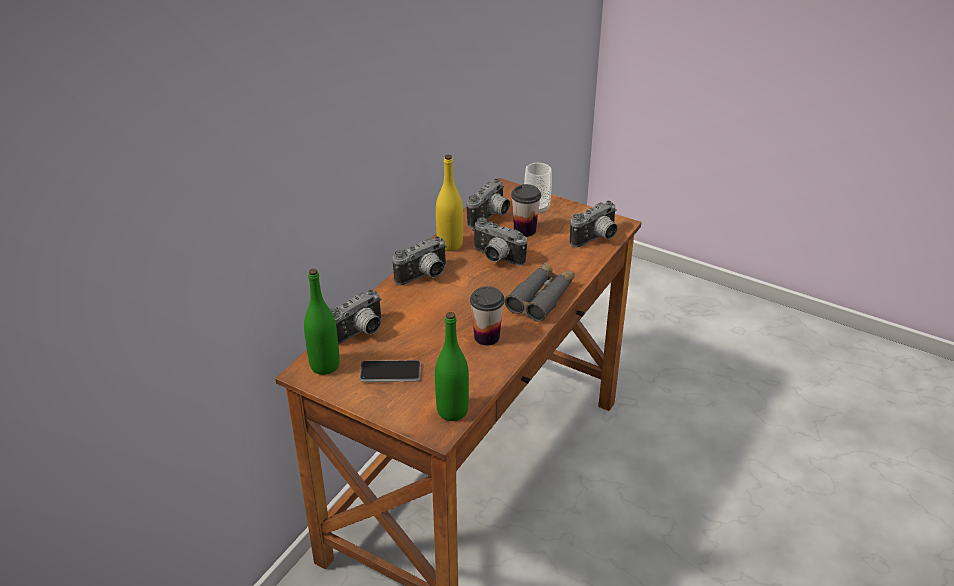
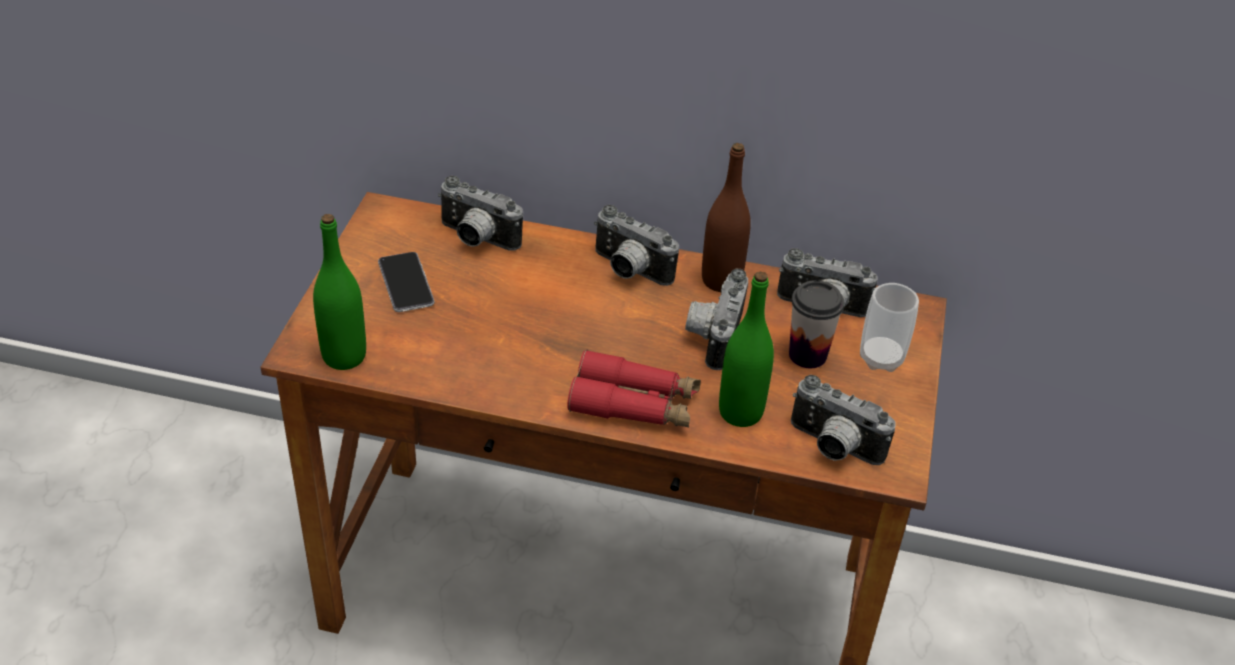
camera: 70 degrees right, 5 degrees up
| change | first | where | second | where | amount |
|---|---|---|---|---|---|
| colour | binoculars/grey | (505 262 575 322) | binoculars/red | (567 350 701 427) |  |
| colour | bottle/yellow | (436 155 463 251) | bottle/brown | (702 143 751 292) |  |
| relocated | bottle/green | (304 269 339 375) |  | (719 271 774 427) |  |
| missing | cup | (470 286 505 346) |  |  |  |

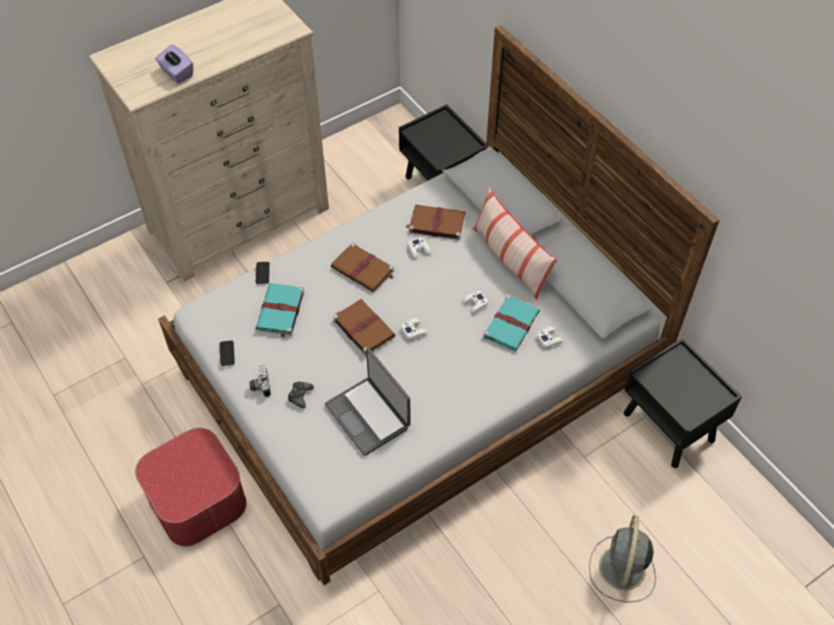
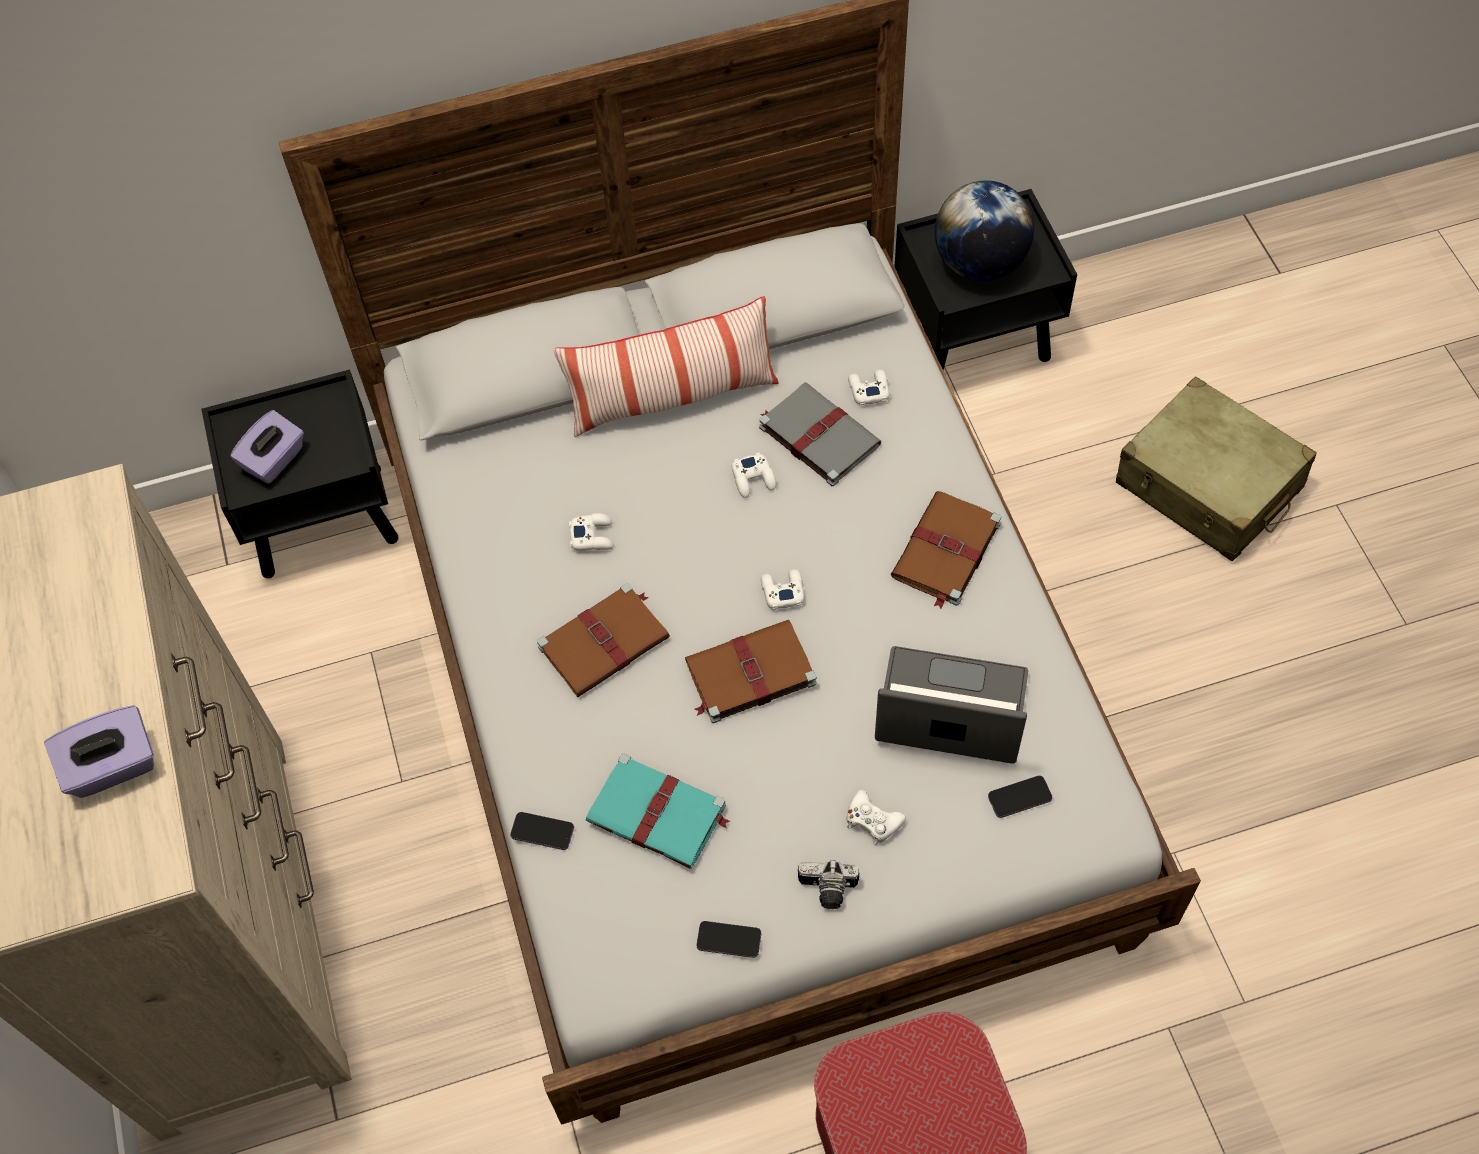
camera: 70 degrees left, 5 degrees up
| change | first | where | second | where | amount |
|---|---|---|---|---|---|
| appeared |  |  | tissue box/purple | (230 410 304 484) |  |
| colour | book/turquoise | (483 295 540 351) | book/grey | (759 382 882 486) |  |
| colour | game controller/black | (288 381 314 408) | game controller/white | (847 790 906 845) |  |
| spun | laptop | (325 348 411 456) |  | (875 646 1028 764) | 150 degrees counterclockwise |
| relocated | book/brown | (405 204 465 240) |  | (891 491 1001 609) |  |
| appeared |  |  | globe | (935 180 1034 281) |  |
| appeared |  |  | phone | (988 775 1052 818) |  |
| exchanged | fan/grey | (589 515 656 602) | suitcase/beige | (1116 376 1317 562) |  |

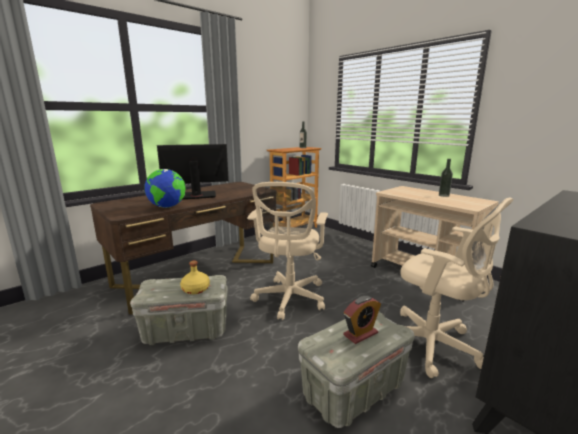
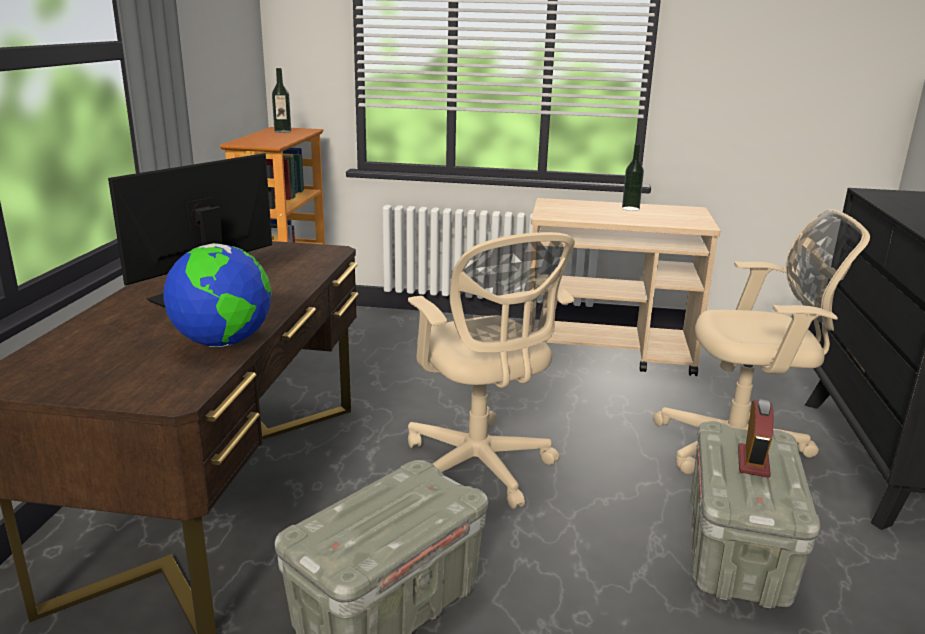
camera: 40 degrees left, 5 degrees up
| change | first | where | second | where | amount |
|---|---|---|---|---|---|
| missing | bottle/yellow | (180 260 210 294) |  |  |  |

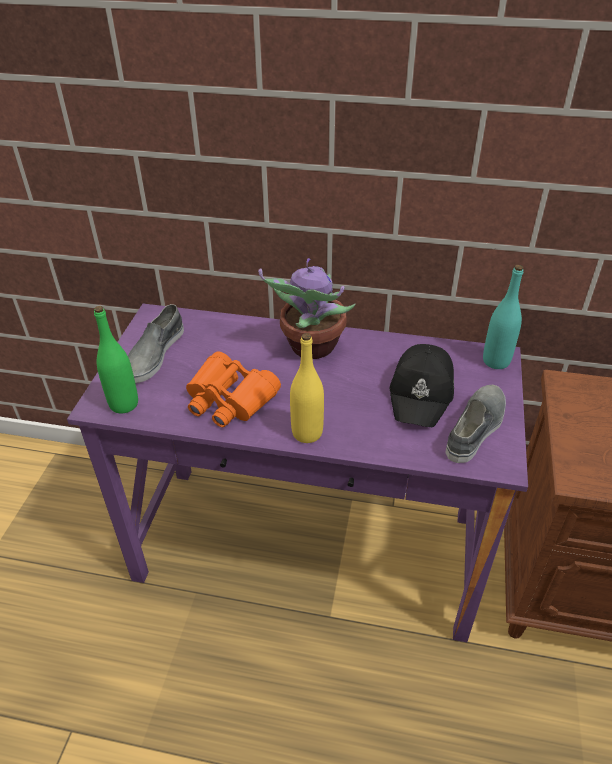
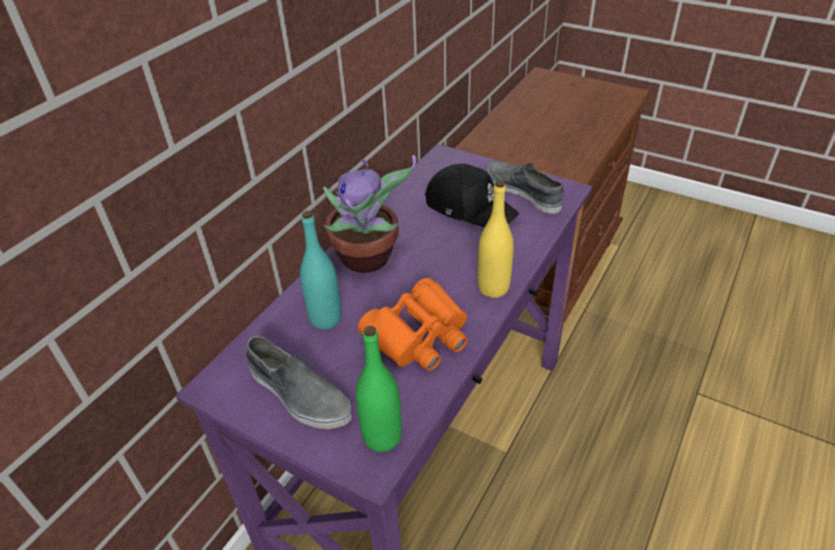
camera: 70 degrees left, 0 degrees up
| change | first | where | second | where | amount |
|---|---|---|---|---|---|
| relocated | bottle/turquoise | (483 265 523 369) |  | (300 211 342 330) |  |

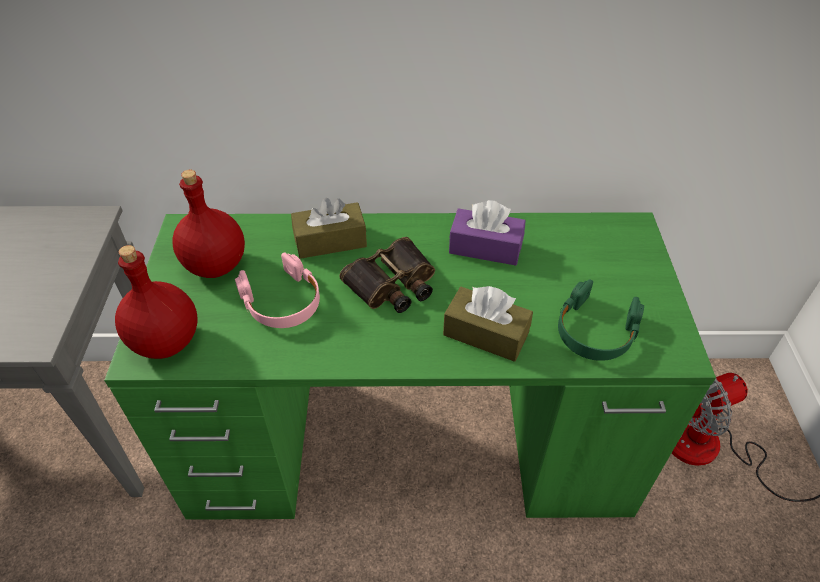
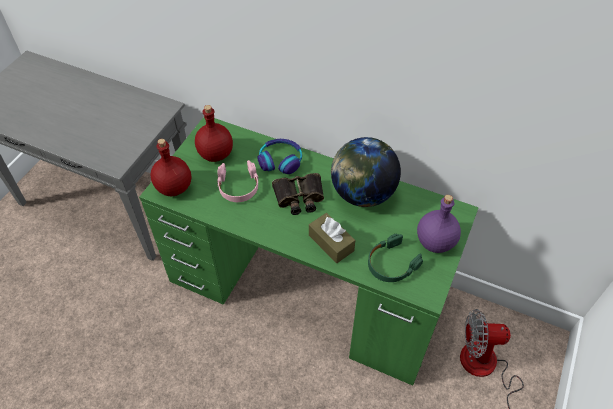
camera: 25 degrees right, 5 degrees up
| change | first | where | second | where | amount |
|---|---|---|---|---|---|
| exchanged | tissue box/brown | (291 198 367 259) | headphones | (257 139 302 174) |  |
| exchanged | tissue box/purple | (449 200 526 265) | globe | (331 137 401 207) |  |
| appeared |  |  | bottle/purple | (417 195 461 253) |  |

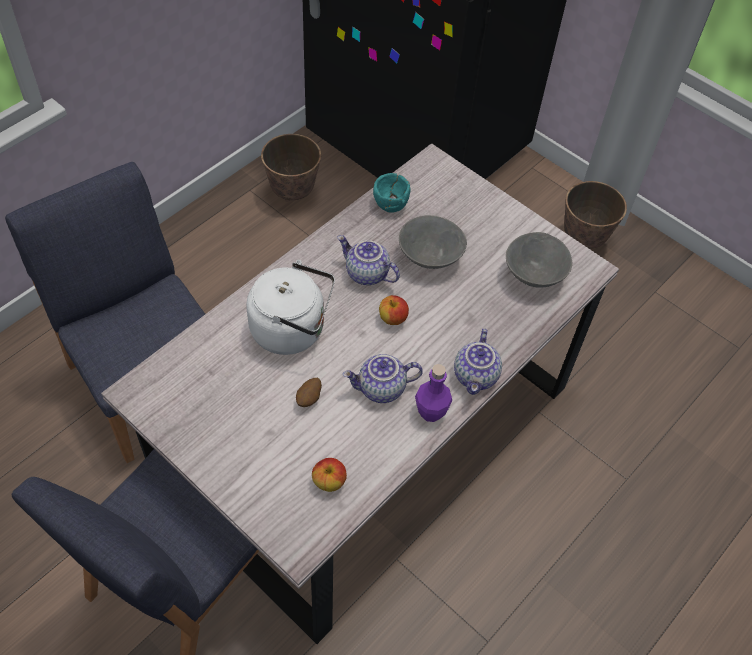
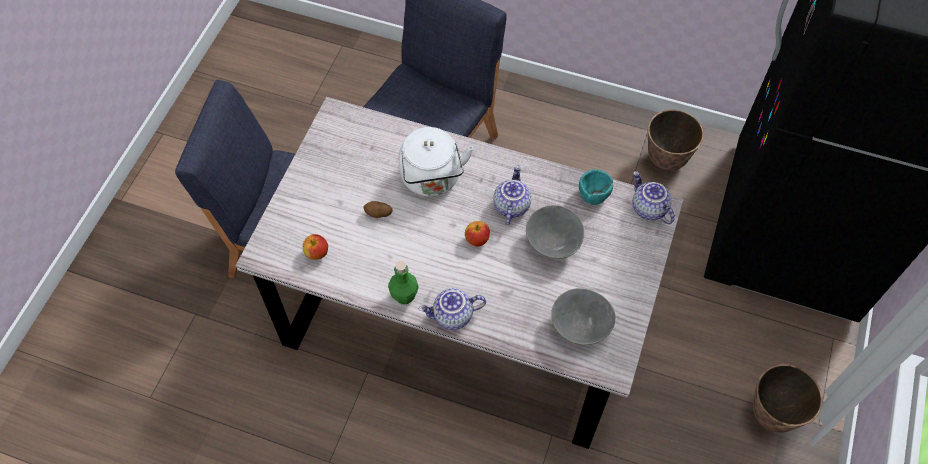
camera: 70 degrees right, 5 degrees up
| change | first | where | second | where | amount |
|---|---|---|---|---|---|
| colour | bottle/purple | (415 364 452 422) | bottle/green | (388 261 419 304) |  |
| relocated | teapot | (343 354 423 403) |  | (633 171 675 224) |  |

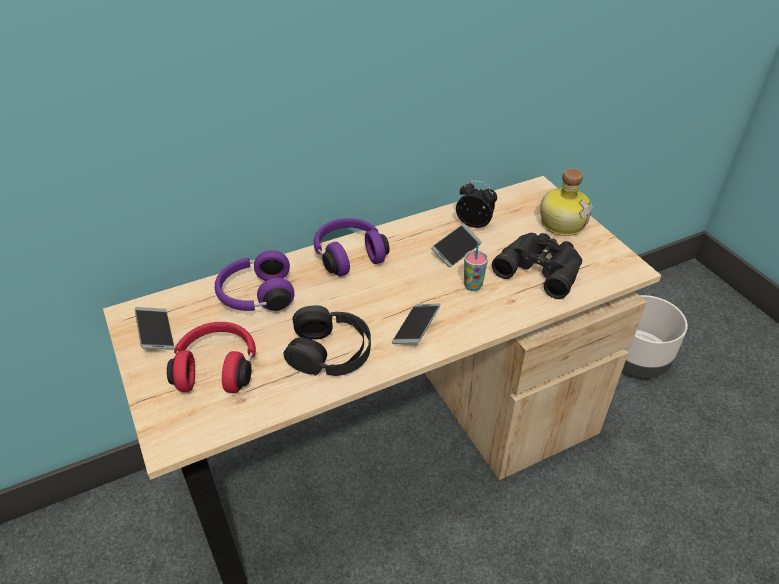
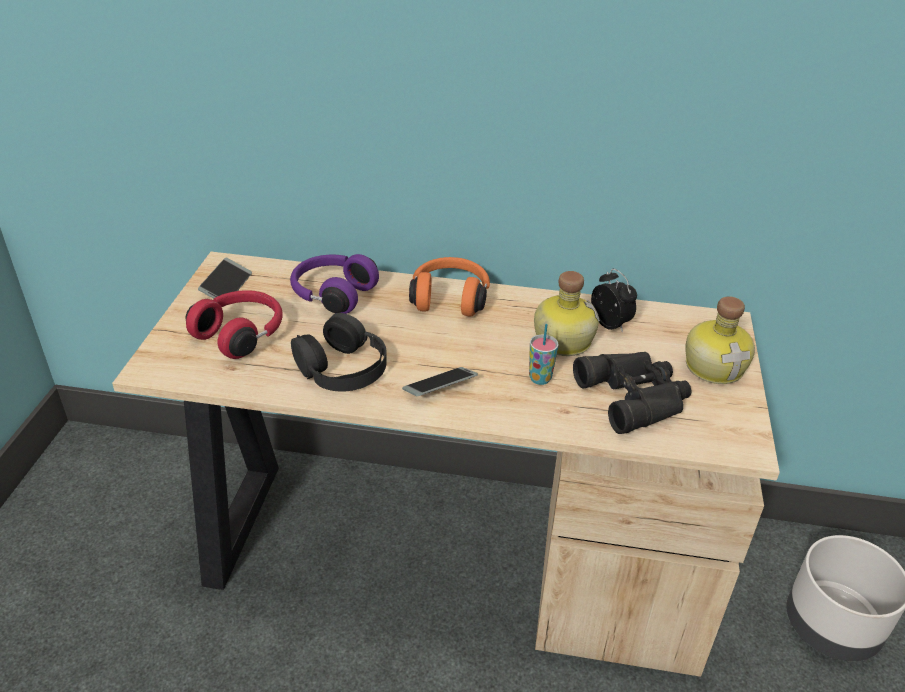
camera: 35 degrees right, 5 degrees down
| change | first | where | second | where | amount |
|---|---|---|---|---|---|
| colour | headphones/purple | (314 218 390 276) | headphones/orange | (409 257 490 316) |  |
| exchanged | phone | (431 224 482 267) | bottle | (534 271 600 356) |  |

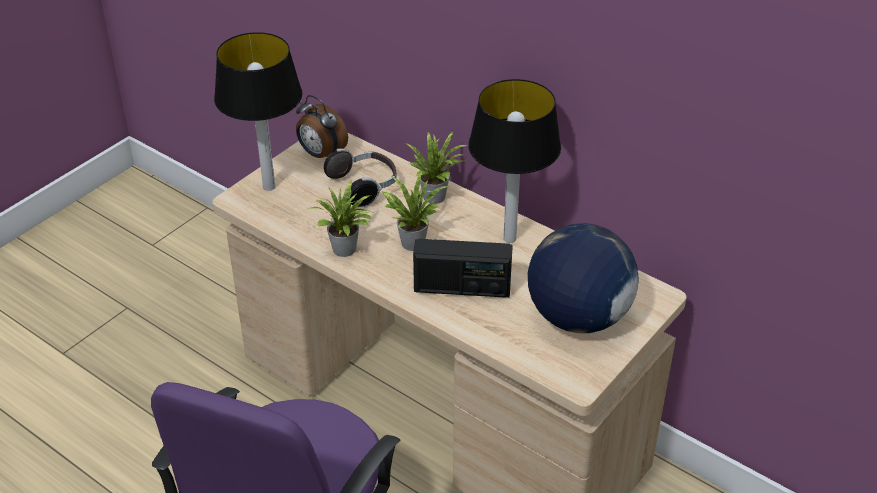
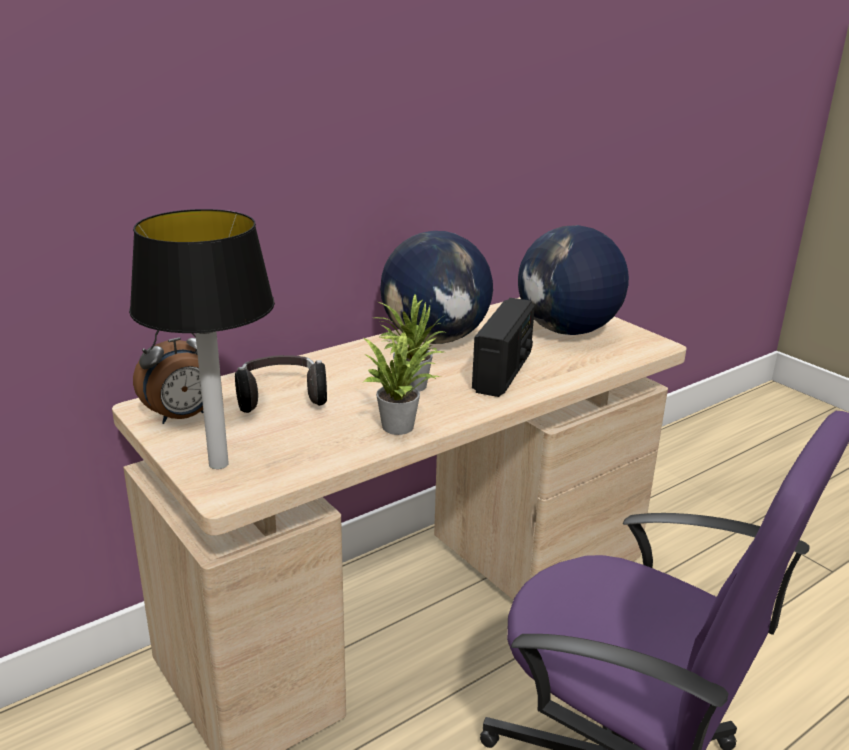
camera: 75 degrees left, 15 degrees down
| change | first | where | second | where | amount |
|---|---|---|---|---|---|
| exchanged | table lamp | (468 79 561 243) | globe | (380 231 493 344) |  |
| missing | potted plant | (405 132 467 204) |  |  |  |

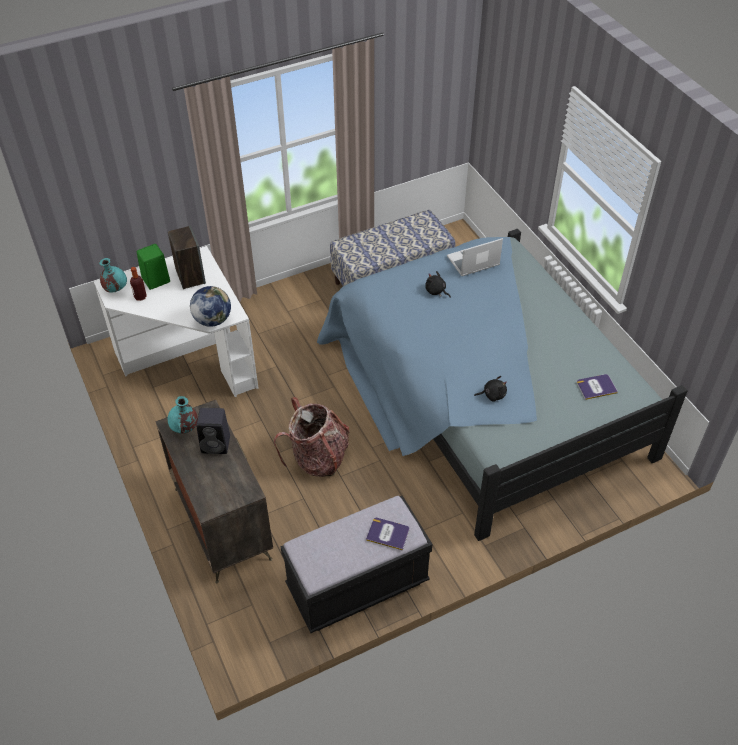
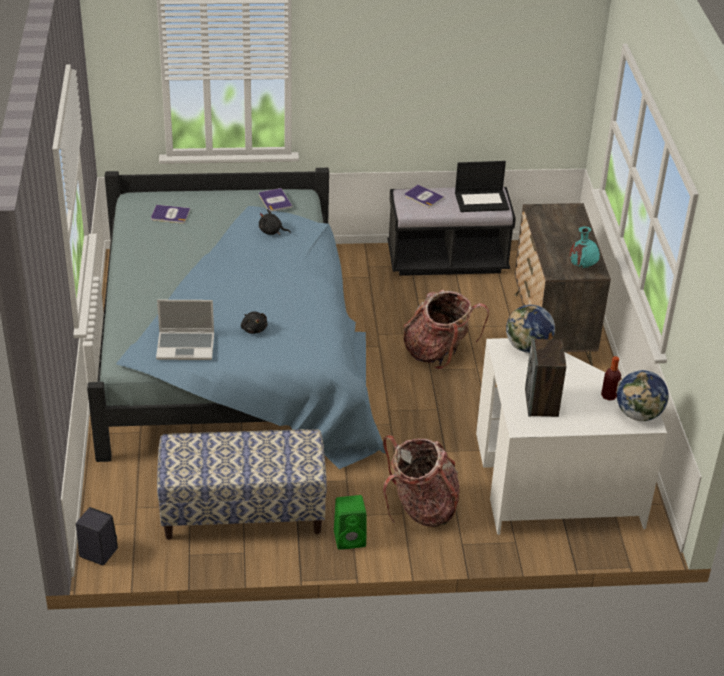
camera: 160 degrees left, 10 degrees down
| change | first | where | second | where | amount |
|---|---|---|---|---|---|
| relocated | speaker/black | (196 408 230 454) |  | (76 507 118 565) |  |
| appeared |  |  | book | (259 188 293 212) |  |
| relocated | speaker/green | (137 244 170 290) |  | (334 495 366 550) |  |
| appeared |  |  | backpack | (383 435 459 527) |  |
| appeared |  |  | laptop | (455 161 510 212) |  |
| exchanged | vase/turquoise | (99 258 127 293) | globe | (617 370 669 421) |  |

